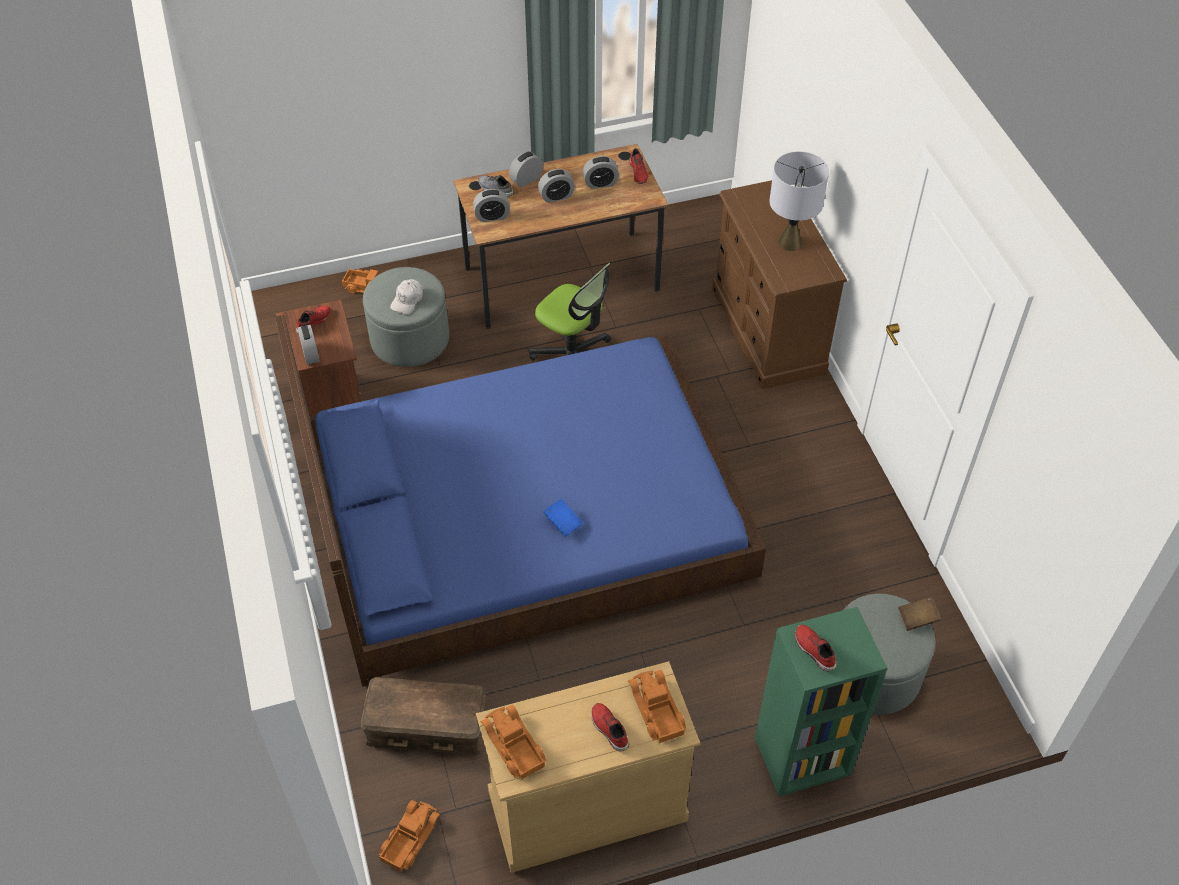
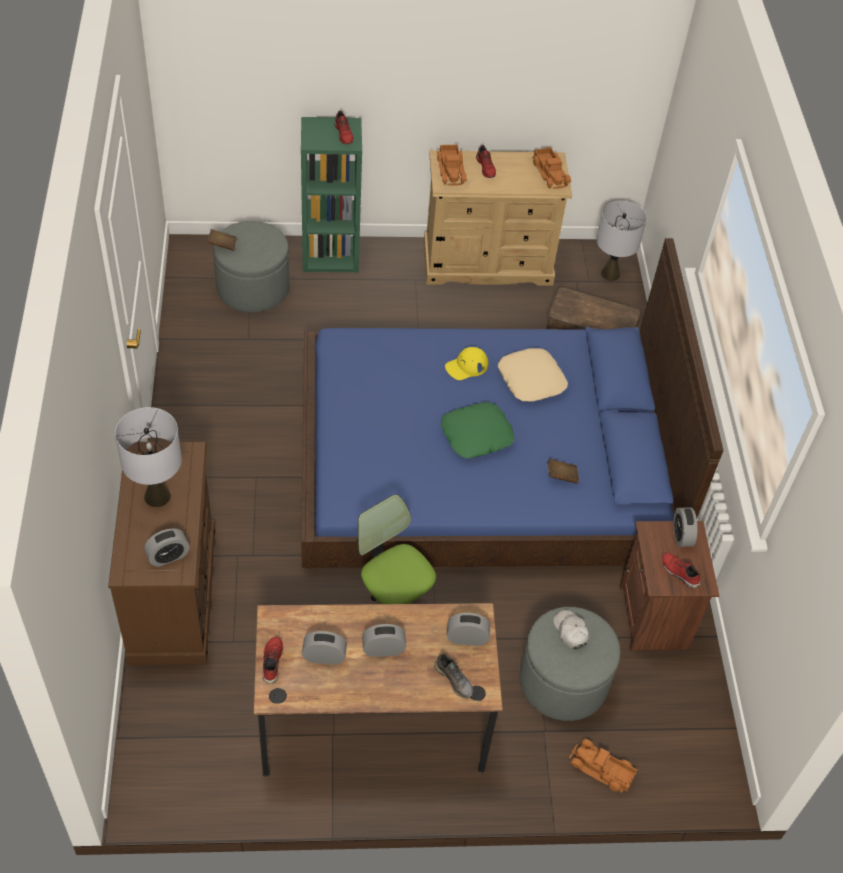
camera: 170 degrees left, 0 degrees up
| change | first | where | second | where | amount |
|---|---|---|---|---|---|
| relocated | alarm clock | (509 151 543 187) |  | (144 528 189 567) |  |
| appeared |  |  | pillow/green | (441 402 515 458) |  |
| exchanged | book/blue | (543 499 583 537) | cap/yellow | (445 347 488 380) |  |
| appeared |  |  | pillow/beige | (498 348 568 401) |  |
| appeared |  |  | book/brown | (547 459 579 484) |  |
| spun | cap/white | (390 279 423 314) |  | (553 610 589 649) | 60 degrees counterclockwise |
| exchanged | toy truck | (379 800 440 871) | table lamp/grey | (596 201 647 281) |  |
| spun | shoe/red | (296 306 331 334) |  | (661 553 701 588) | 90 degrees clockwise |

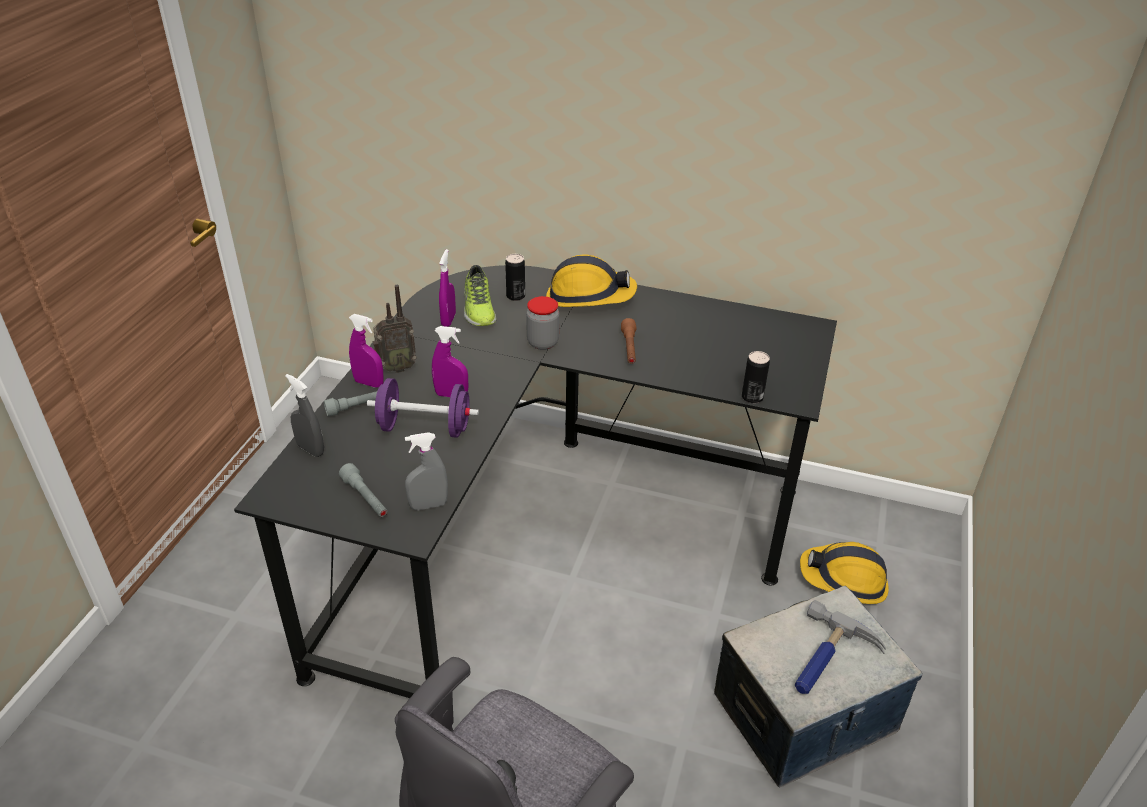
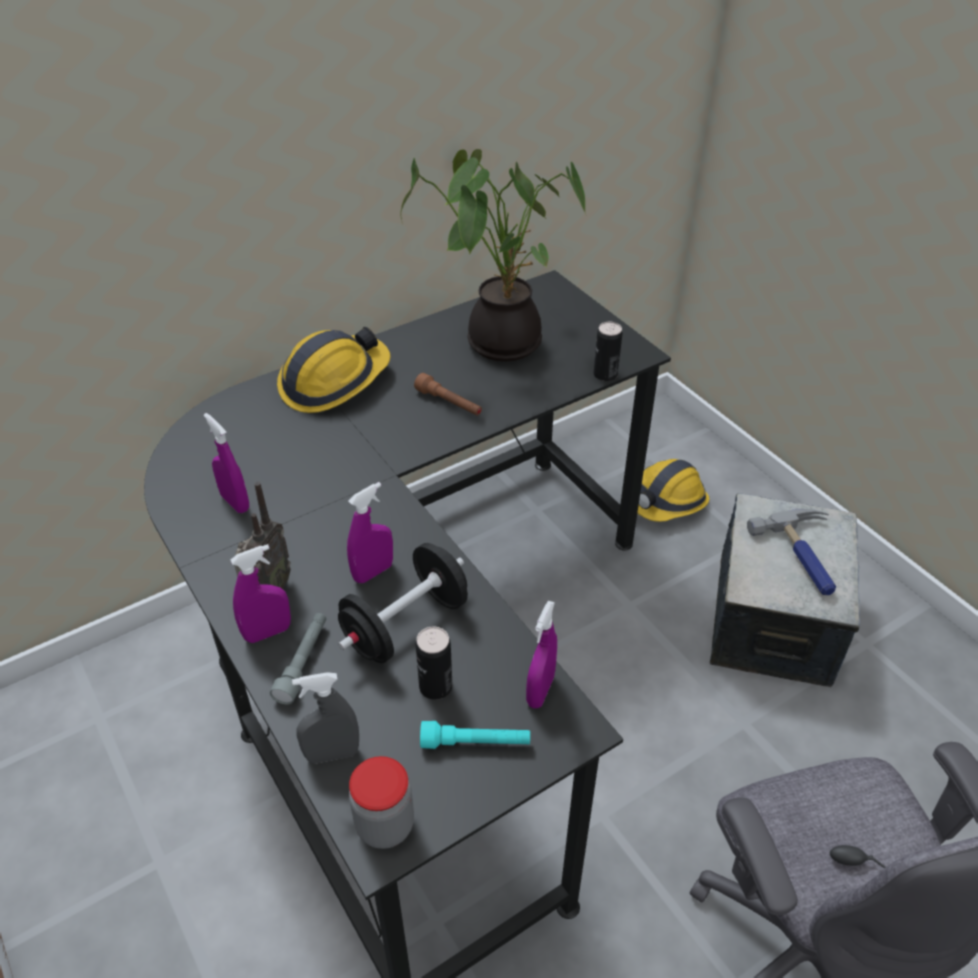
camera: 50 degrees left, 5 degrees up
| change | first | where | second | where | amount |
|---|---|---|---|---|---|
| colour | dumbbell/purple | (367 378 479 438) | dumbbell/black | (338 543 468 663) |  |
| relocated | jar | (526 296 559 350) |  | (349 756 414 849) |  |
| appeared |  |  | potted plant | (400 149 586 362) |  |
| relocated | can | (505 254 525 301) |  | (416 626 453 700) |  |
| colour | flashlight/grey | (339 463 388 517) | flashlight/turquoise | (420 721 530 749) |  |
| colour | spray bottle/grey | (405 432 448 511) | spray bottle/purple | (526 601 557 708) |  |
| missing | shoe | (464 265 496 326) |  |  |  |

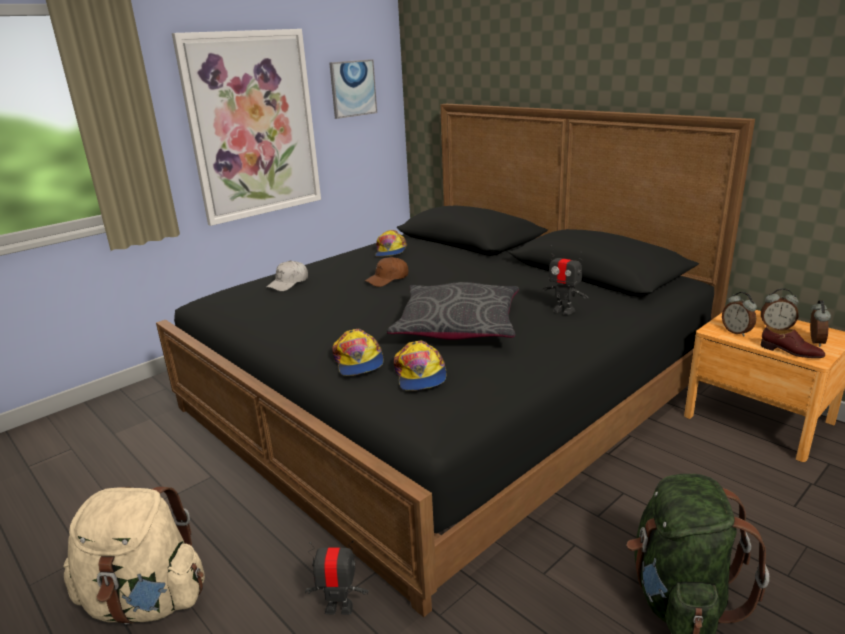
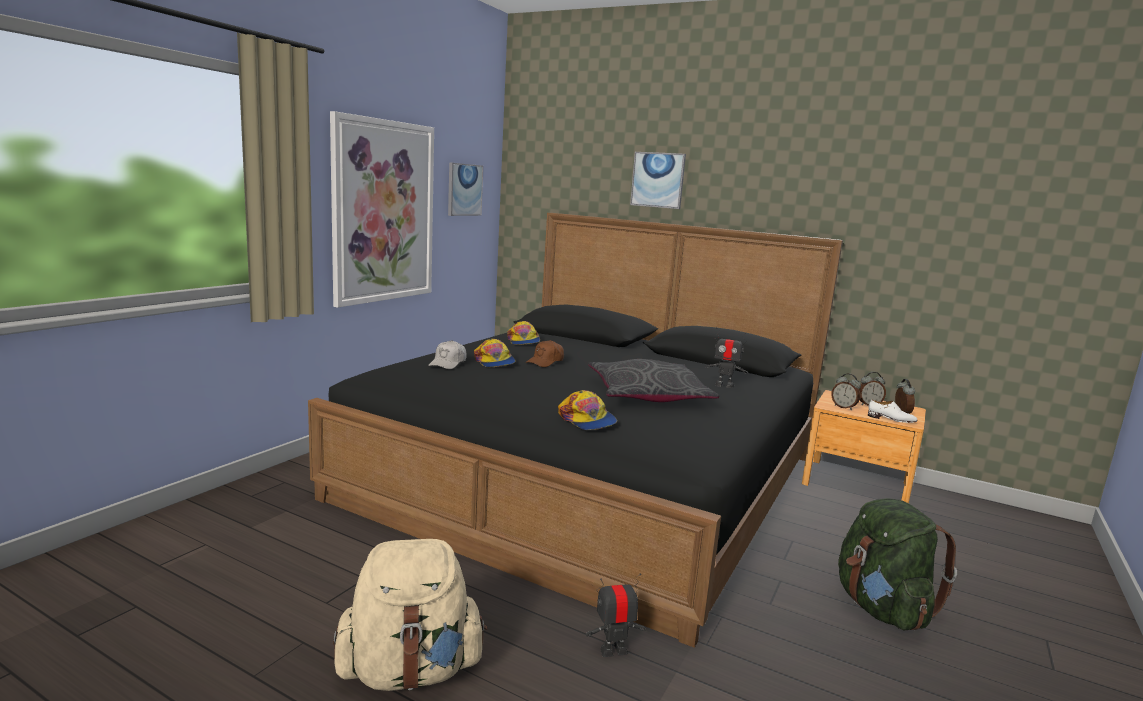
camera: 20 degrees left, 10 degrees down
| change | first | where | second | where | amount |
|---|---|---|---|---|---|
| relocated | cap | (394 341 446 391) |  | (474 339 515 367) |  |
| appeared |  |  | picture | (630 152 686 209) |  |
| colour | shoe/brown | (761 326 825 358) | shoe/white | (868 400 918 423) |  |

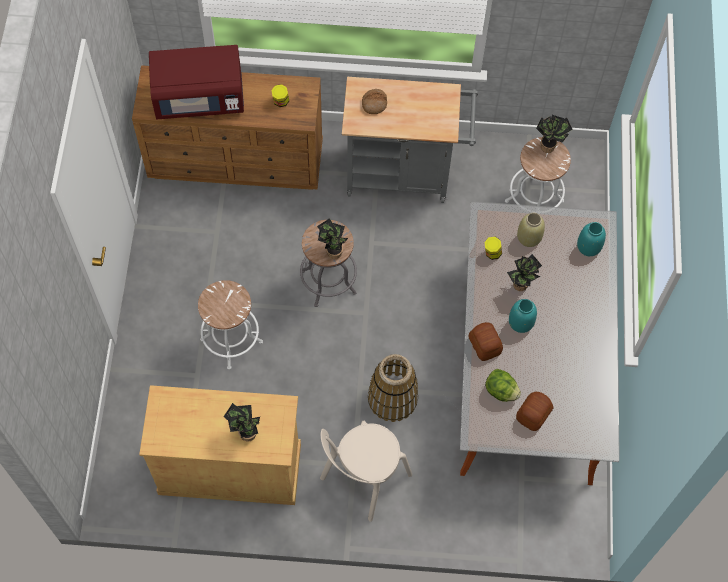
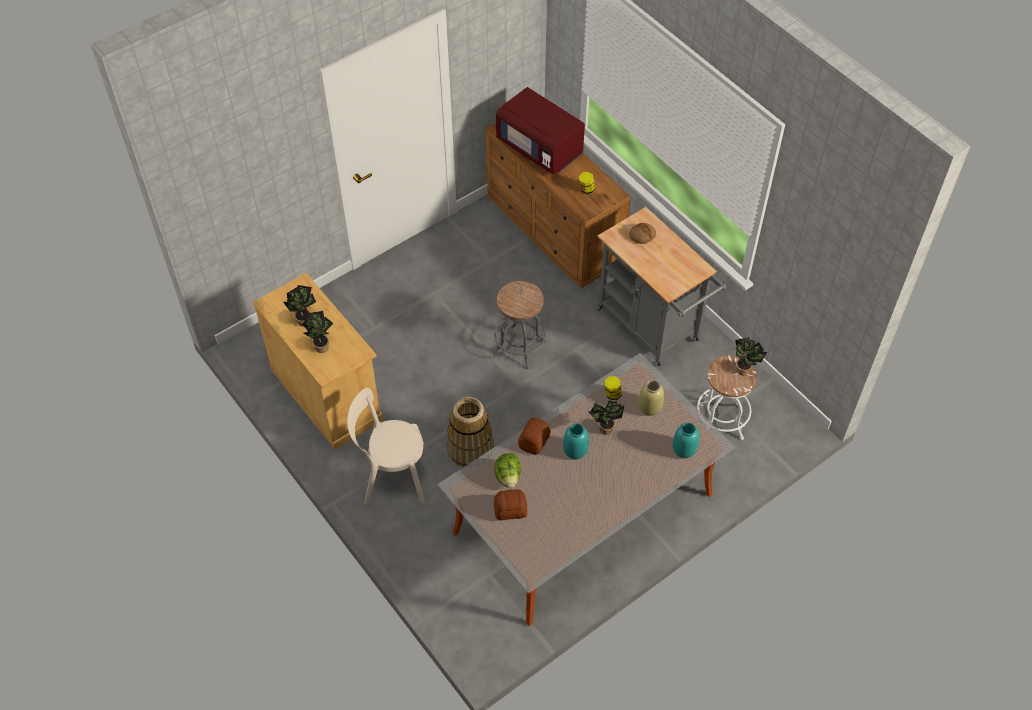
camera: 50 degrees right, 10 degrees down
| change | first | where | second | where | amount |
|---|---|---|---|---|---|
| relocated | potted plant | (317 218 348 260) |  | (283 285 316 327) |  |
| missing | stool/white | (198 280 263 370) |  |  |  |

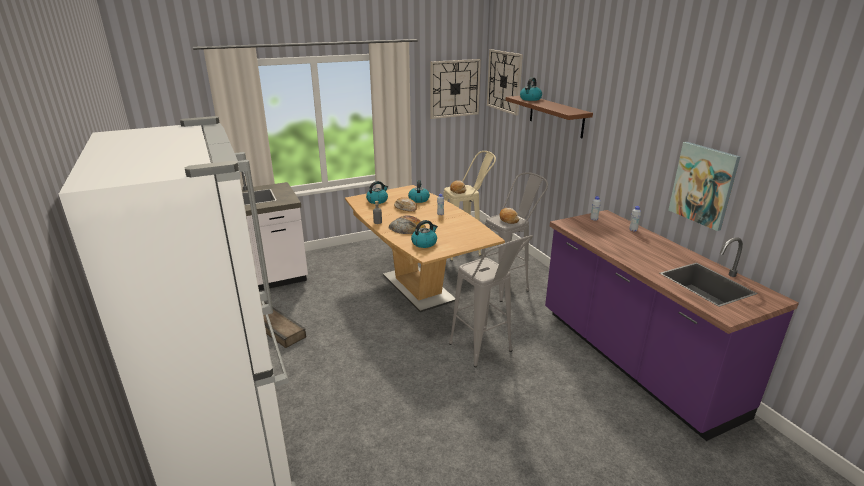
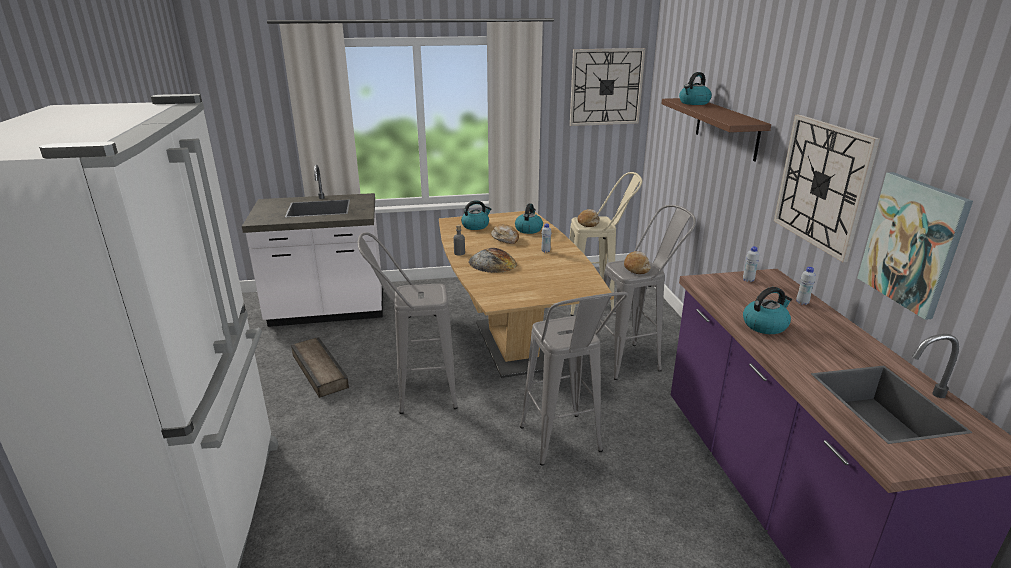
camera: 15 degrees right, 0 degrees up
| change | first | where | second | where | amount |
|---|---|---|---|---|---|
| appeared |  |  | stool/grey | (357 232 458 414) |  |
| relocated | kettle | (411 220 438 248) |  | (743 287 792 334) |  |
| relocated | wall clock | (487 49 523 116) |  | (774 115 880 262) |  |

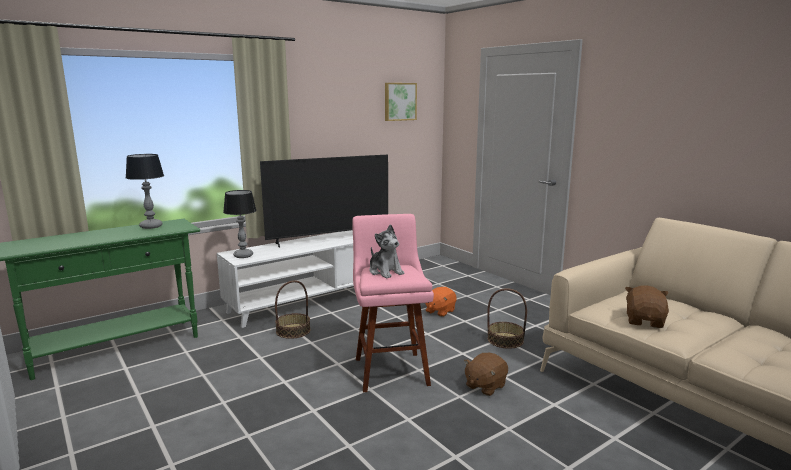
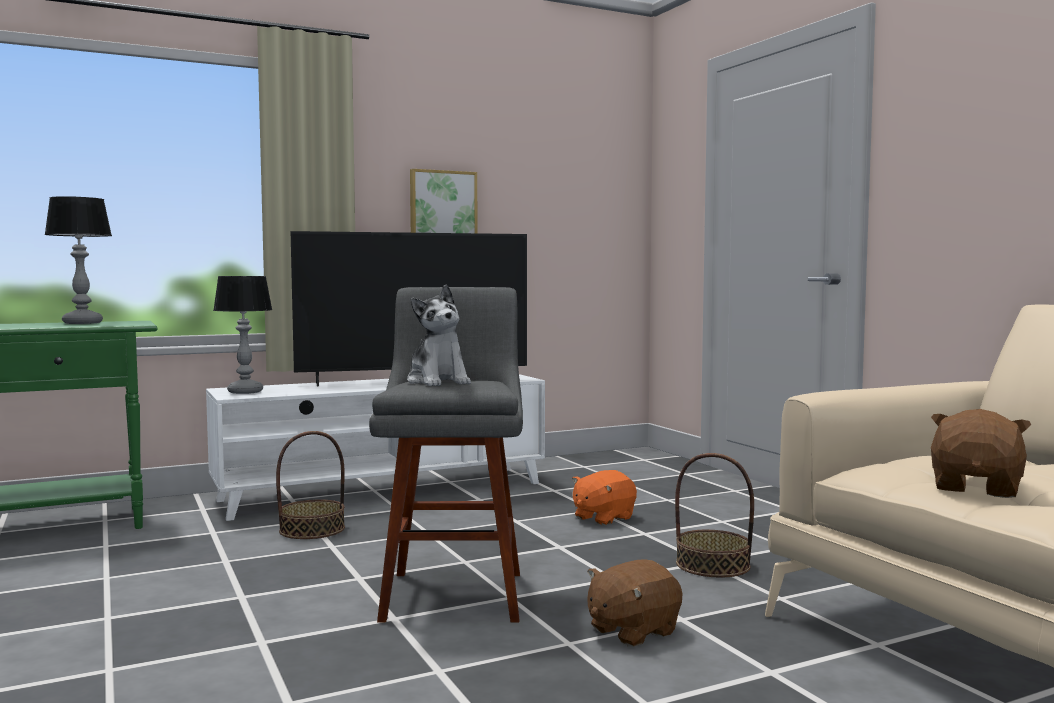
camera: 10 degrees right, 10 degrees down
| change | first | where | second | where | amount |
|---|---|---|---|---|---|
| colour | stool/pink | (352 214 434 392) | stool/grey | (369 287 523 623) |  |
| relocated | picture | (385 83 417 121) |  | (410 169 478 233) |  |

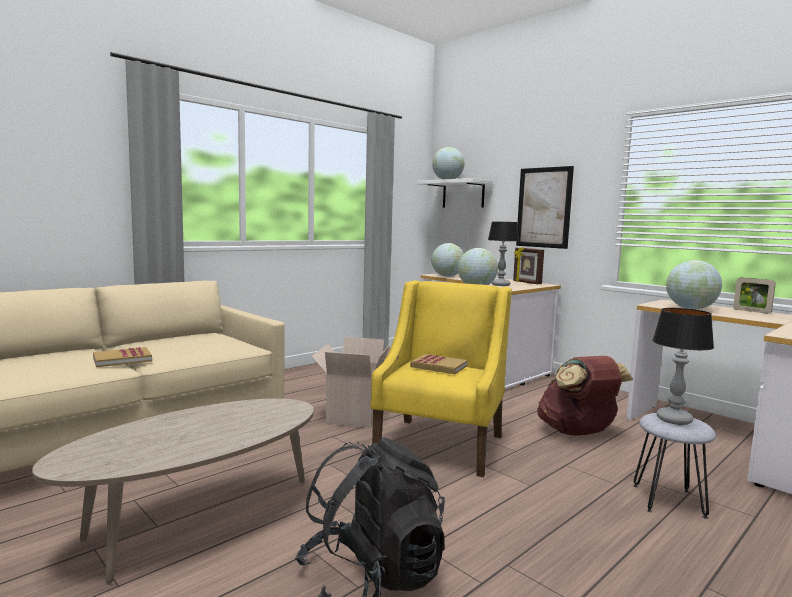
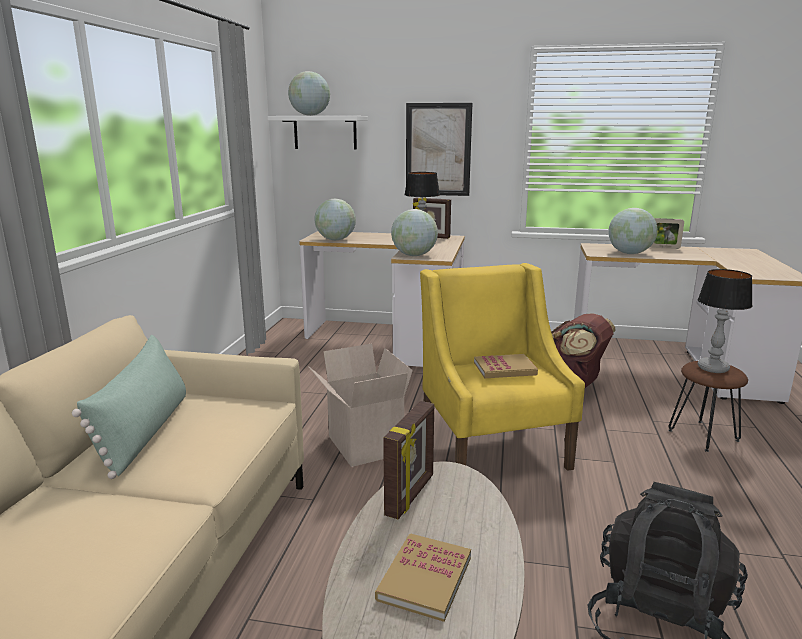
camera: 35 degrees left, 10 degrees up
| change | first | where | second | where | amount |
|---|---|---|---|---|---|
| appeared |  |  | pillow/green | (72 335 186 479) |  |
| relocated | book | (93 347 152 367) |  | (375 533 471 622) |  |
| appeared |  |  | picture frame | (383 401 434 519) |  |
| colour | stool/grey | (633 413 716 519) | stool/brown | (668 361 748 452) |  |

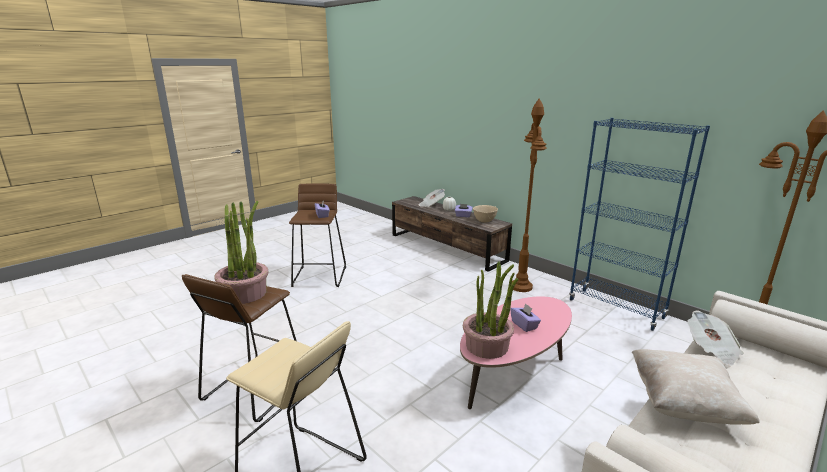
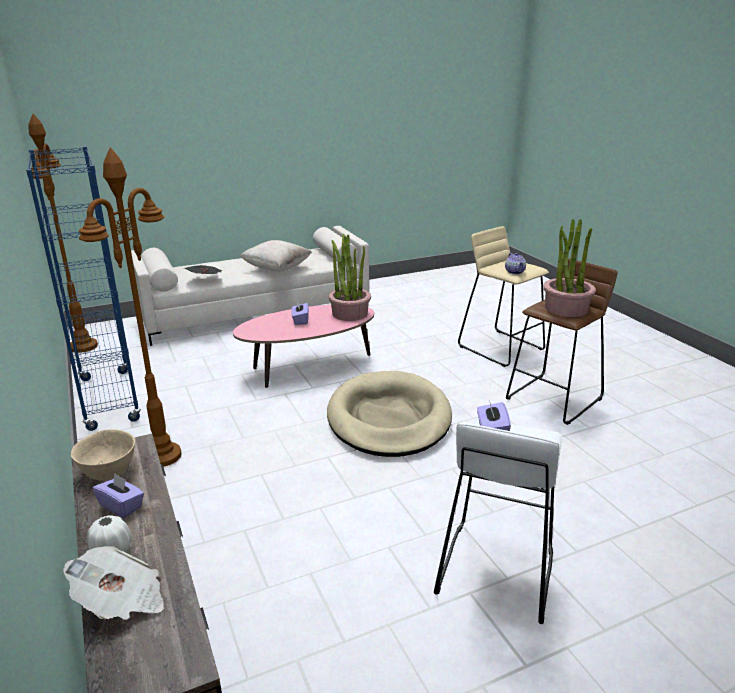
camera: 160 degrees left, 5 degrees up
| change | first | where | second | where | amount |
|---|---|---|---|---|---|
| appeared |  |  | dog bed/beige | (327 371 452 457) |  |
| colour | stool/brown | (289 184 346 287) | stool/white | (434 418 563 624) |  |
| appeared |  |  | teapot | (505 253 526 274) |  |

